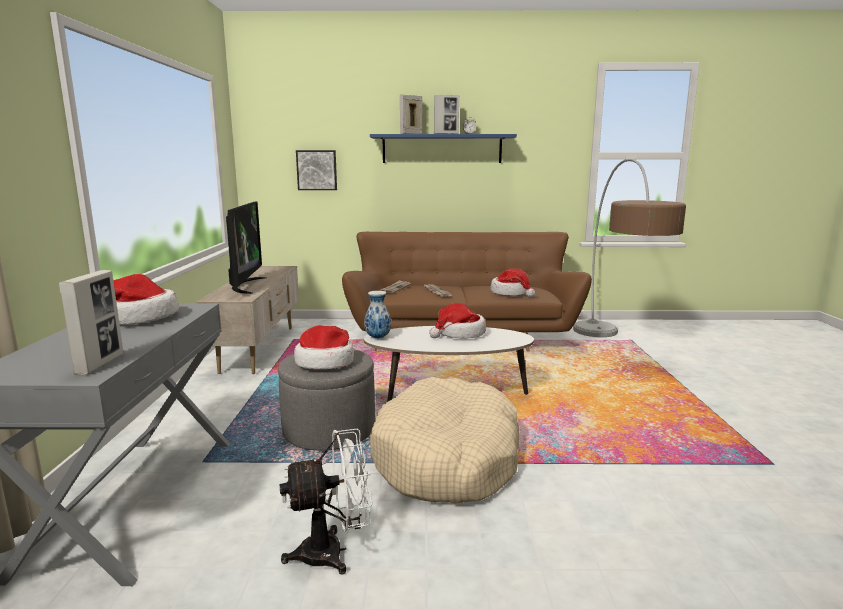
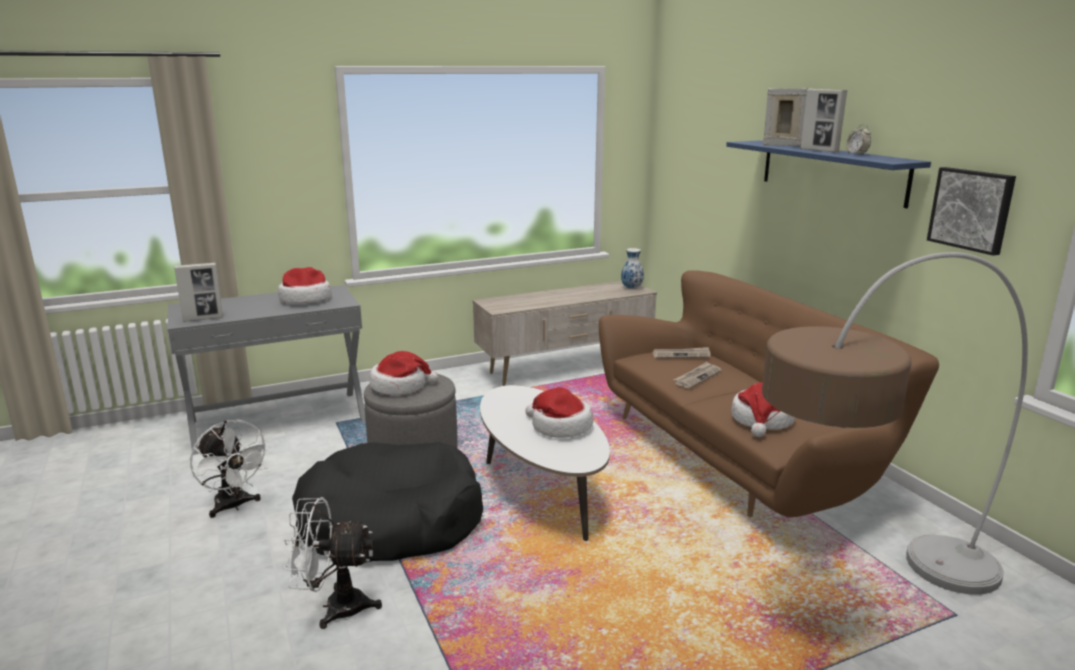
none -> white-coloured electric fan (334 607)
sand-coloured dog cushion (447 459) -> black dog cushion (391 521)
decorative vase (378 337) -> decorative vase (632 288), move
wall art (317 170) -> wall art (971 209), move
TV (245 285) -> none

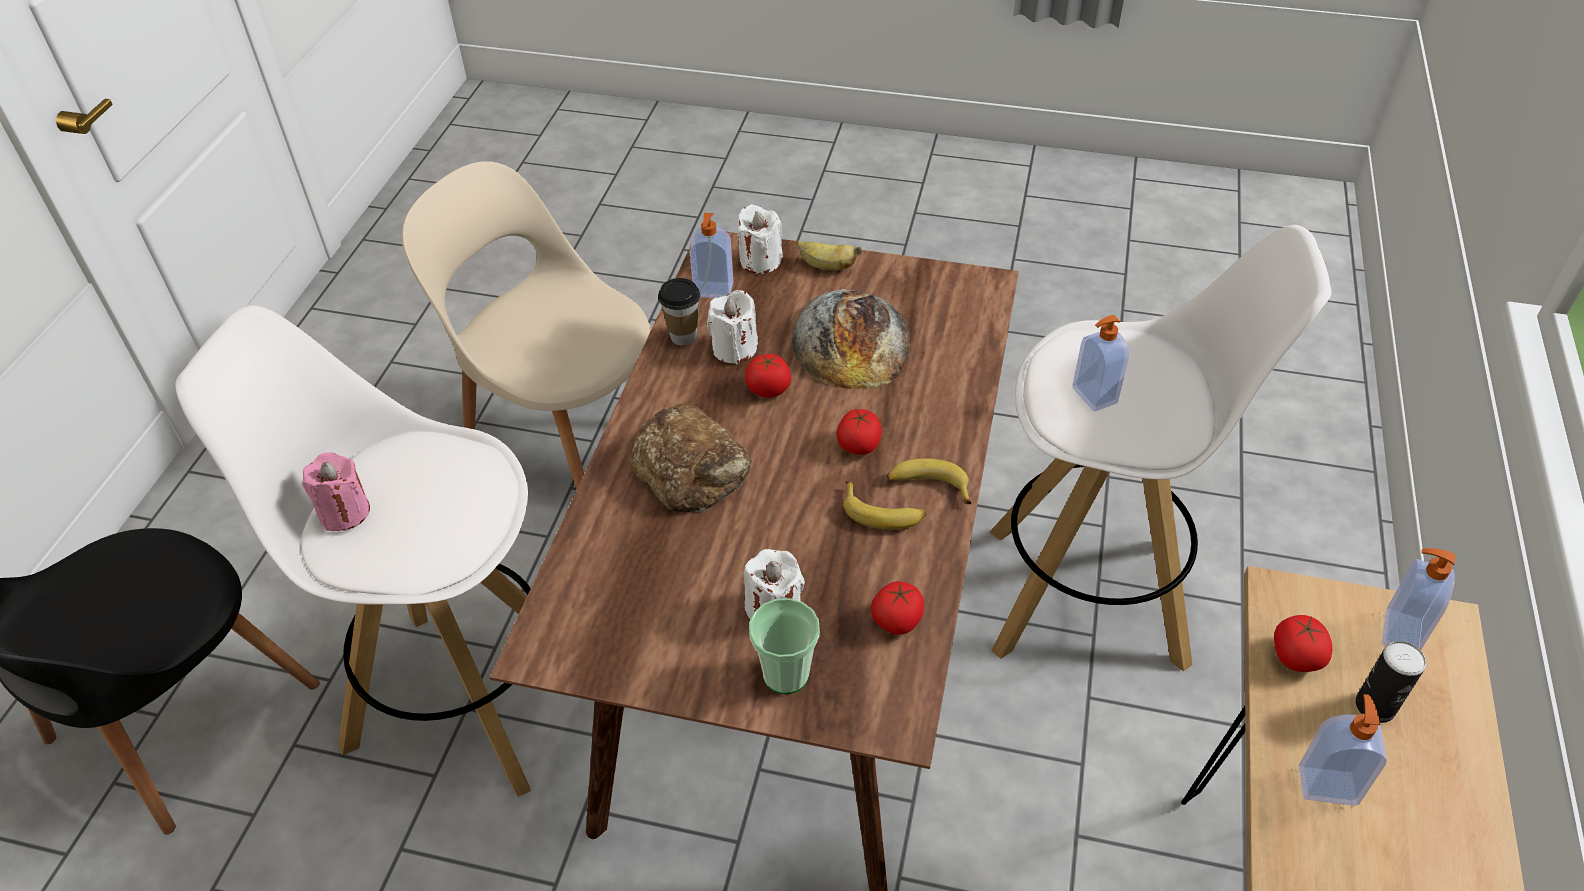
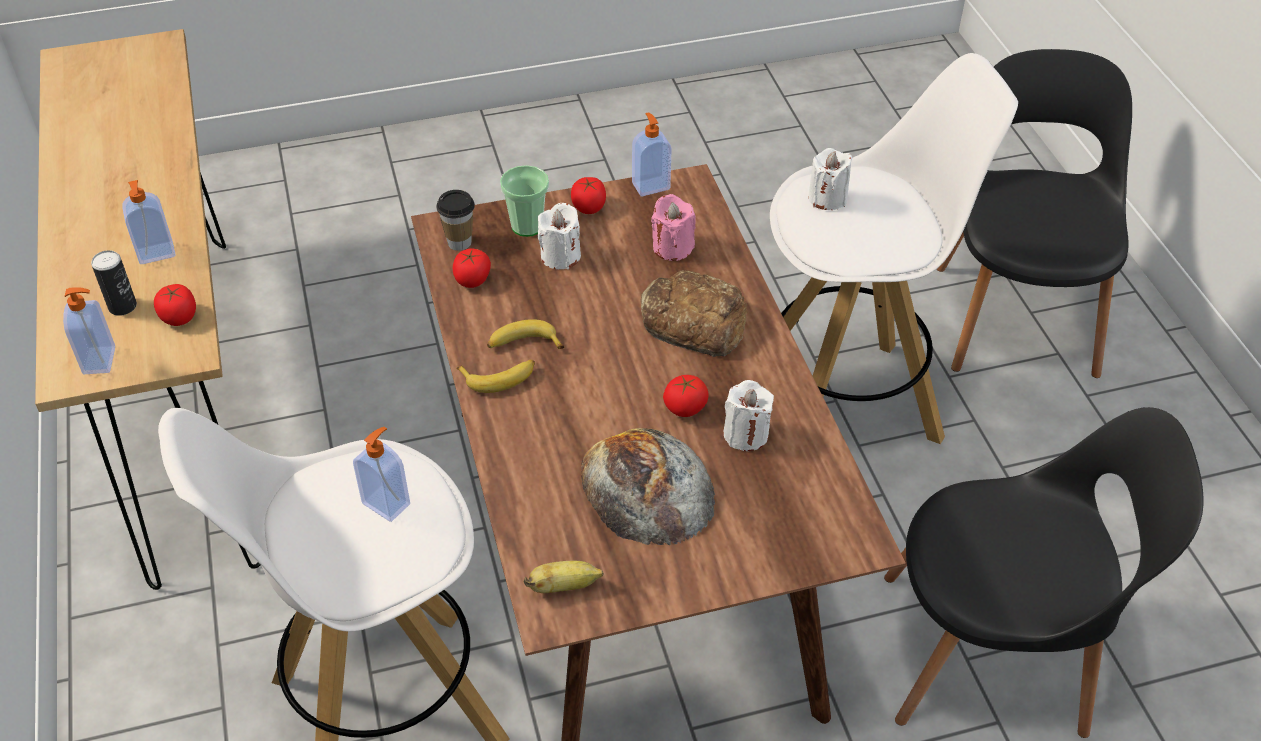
drinking cup (683 336) -> drinking cup (459 242), move
banana fruit (826 266) -> banana fruit (564 586), move
fresh tomato (859 445) -> fresh tomato (589 207), move
soap bottle (713 291) -> soap bottle (650 185), move
pink candle (344 512) -> pink candle (672 247), move
white-coloured candle (760 261) -> white-coloured candle (827 198), move
sand-coloured plain chair (568 435) -> black plain chair (994 653)

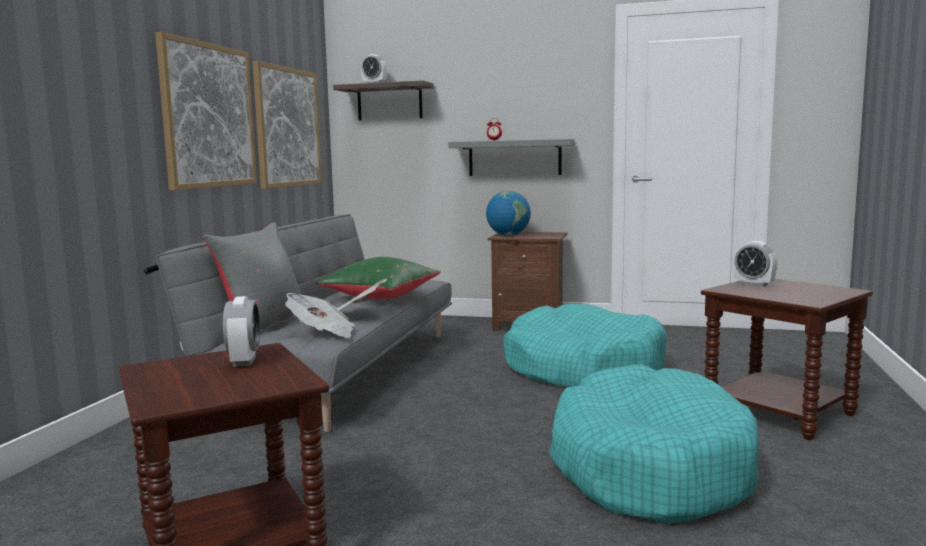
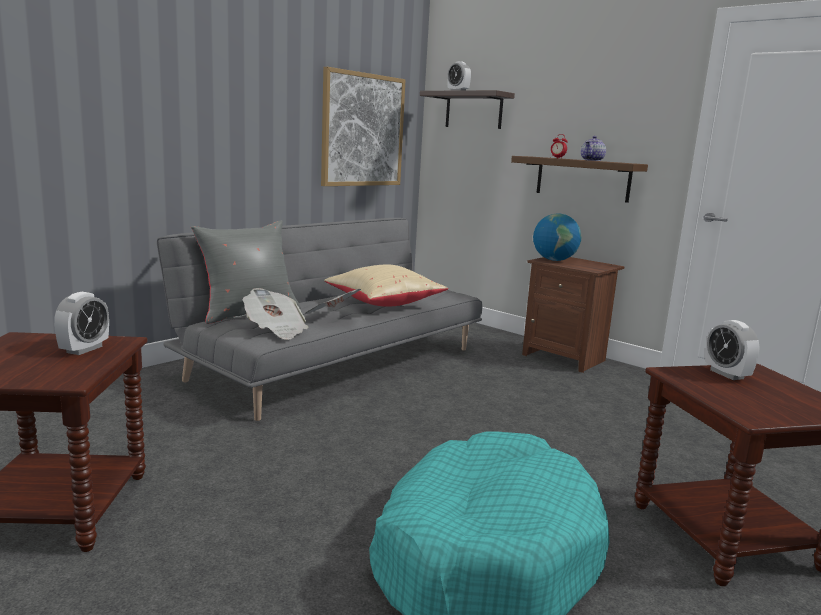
green-coloured cushion (379 297) -> sand-coloured cushion (383 303)
grey shelf (514 158) -> brown-coloured shelf (582 178)
none -> pot for tea (592 160)
wall art (208 116) -> none
turquoise-coloured dog cushion (583 370) -> none

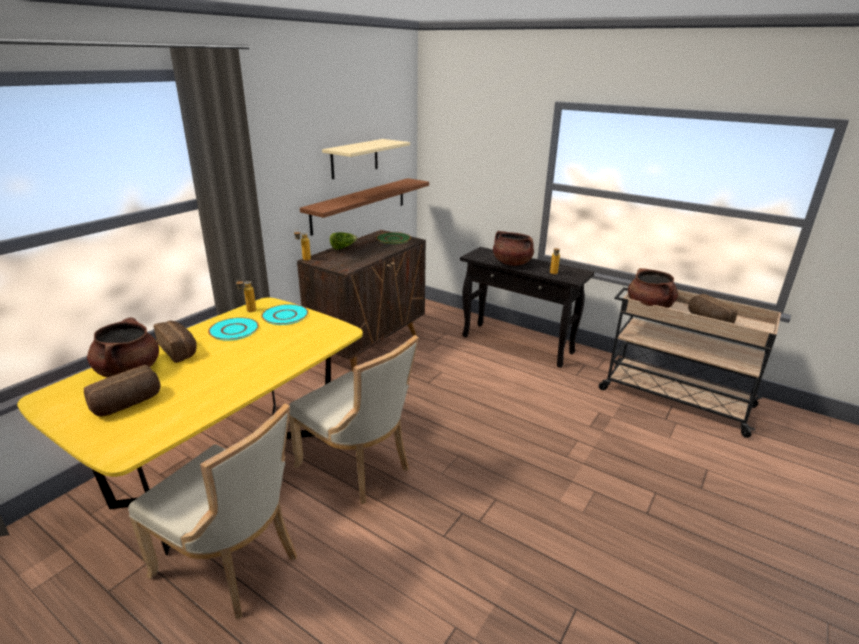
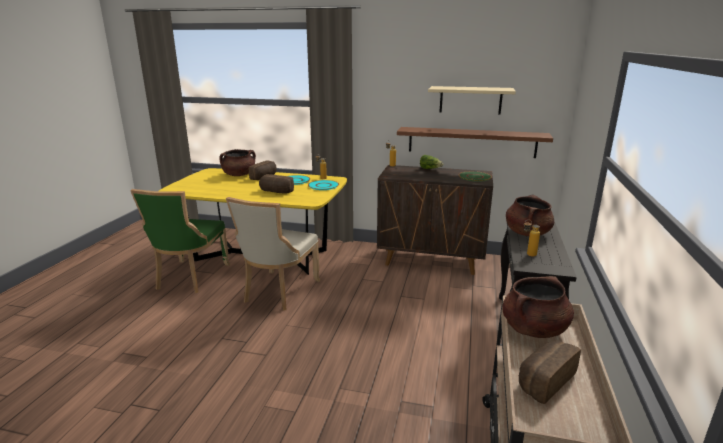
sand-coloured plain chair (232 564) -> green-coloured plain chair (190 278)
bakery bread (128 404) -> bakery bread (276 192), move

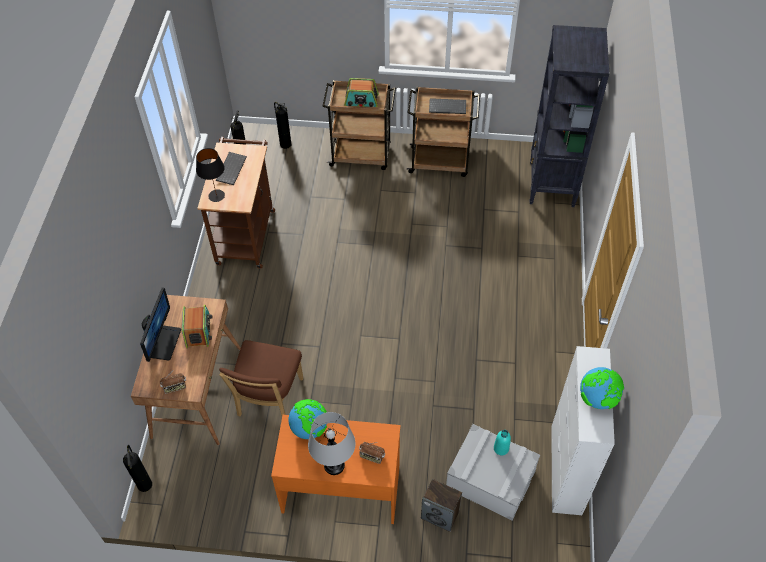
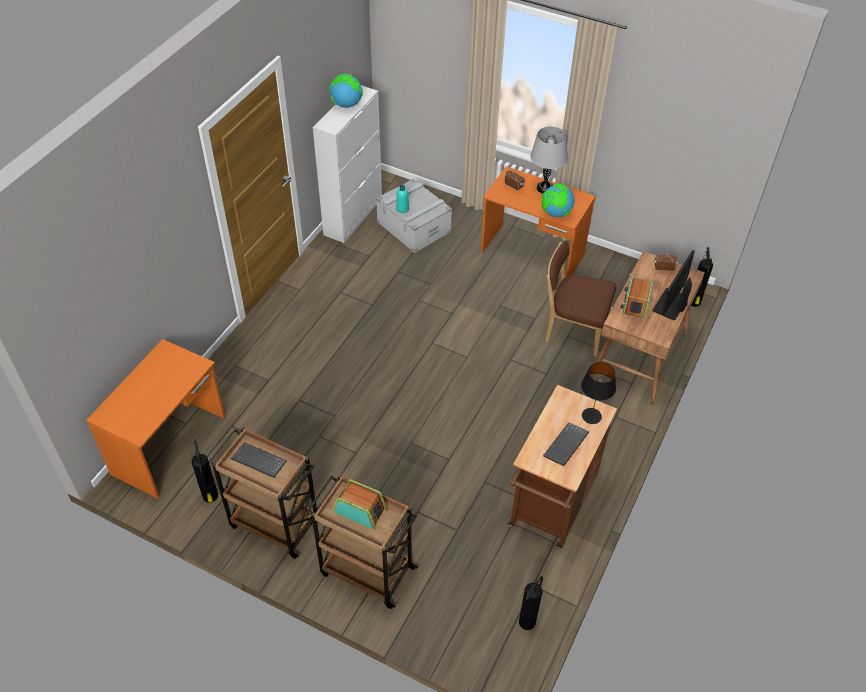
black bookshelf (551 185) -> orange-coloured desk unit (170 445)
extinguisher (285 144) -> extinguisher (210 497), move
brown-coloured plain chair (268 400) -> brown-coloured plain chair (572 330), 105 degrees counterclockwise
speaker (440 515) -> none

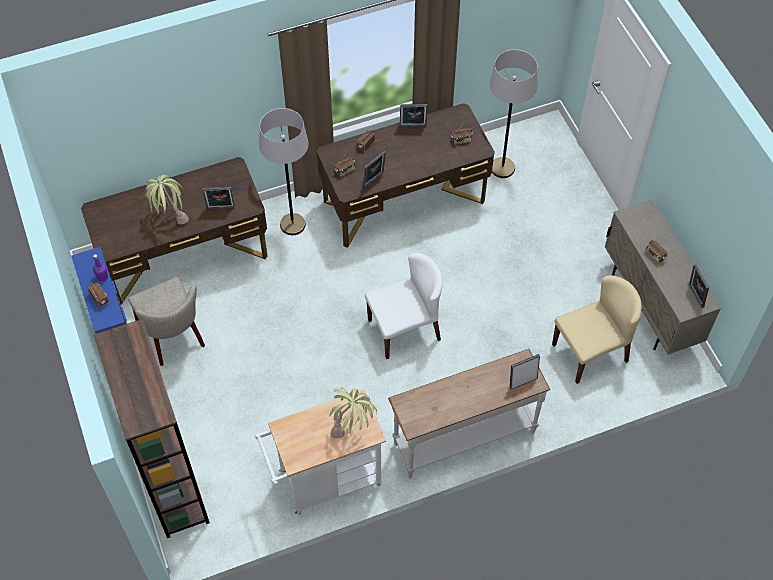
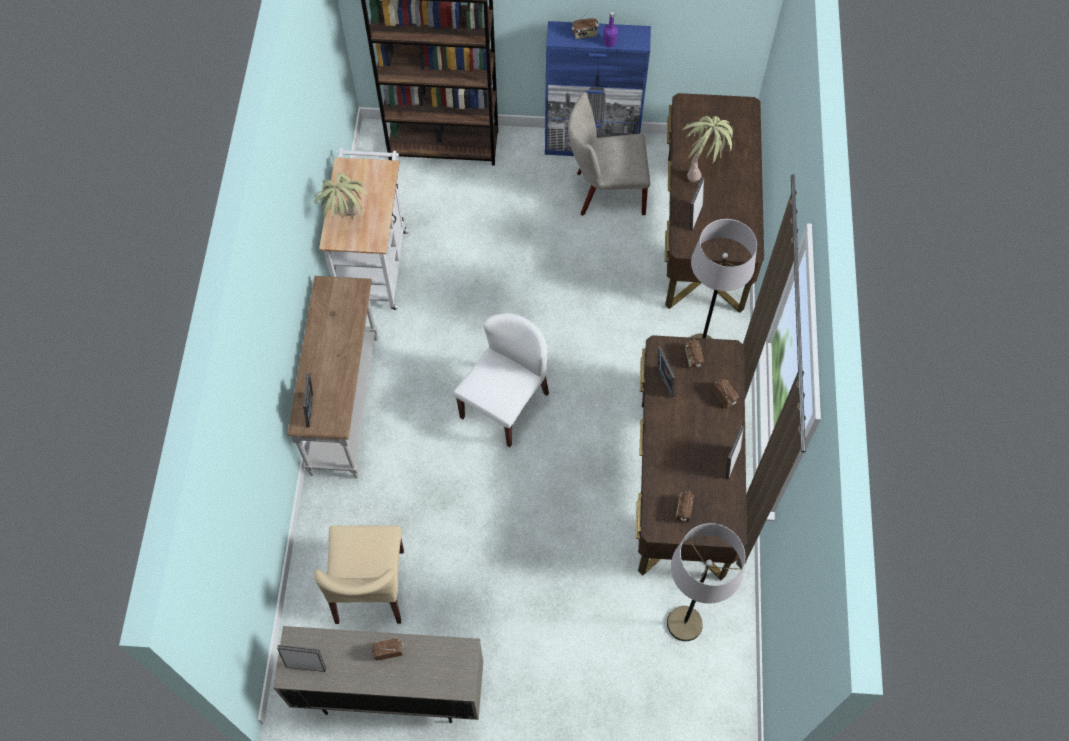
white-coloured plain chair (404 329) -> white-coloured plain chair (504 404), 150 degrees counterclockwise

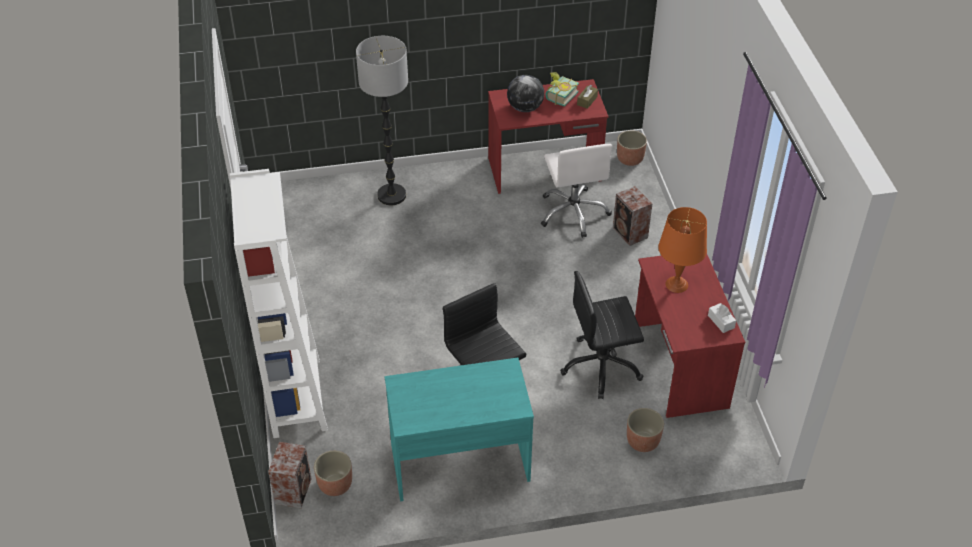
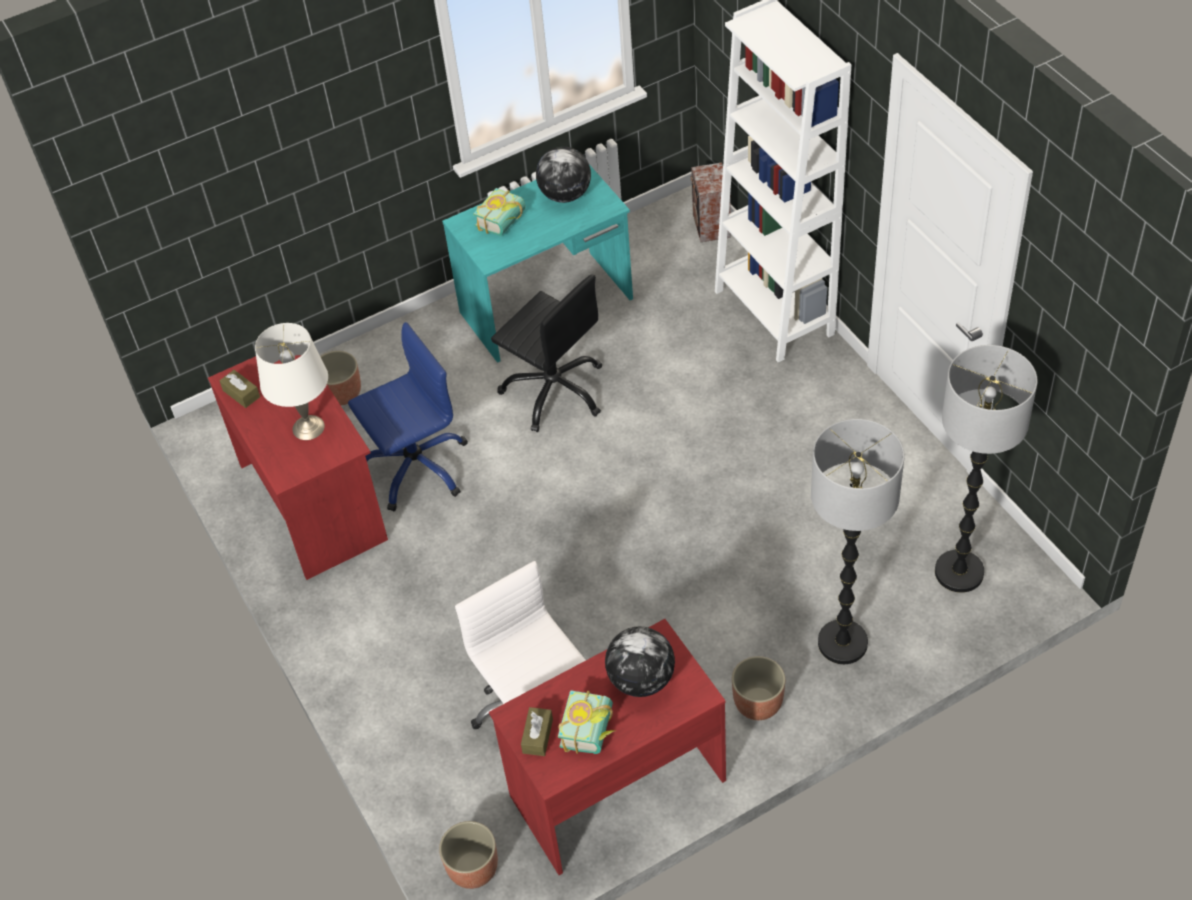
white-coloured box of tissues (721 321) -> brown-coloured box of tissues (241 394)
orange-coloured tabletop lamp (676 284) -> white-coloured tabletop lamp (309 427)
black computer chair (601 367) -> blue-coloured computer chair (416 467)
none -> book (505 223)
none -> globe (565 195)
plant pot (335 484) -> plant pot (758 703), move
none -> floor lamp (959 572)
speaker (630 233) -> none

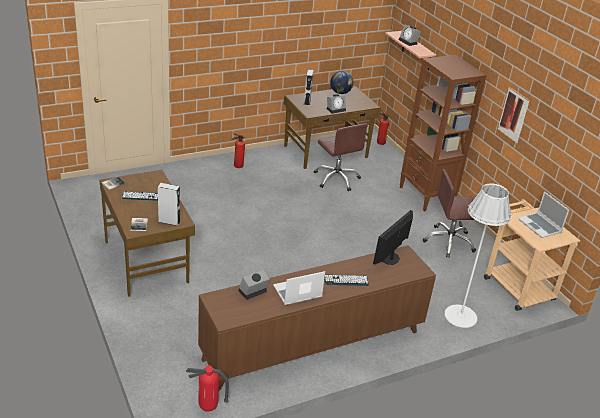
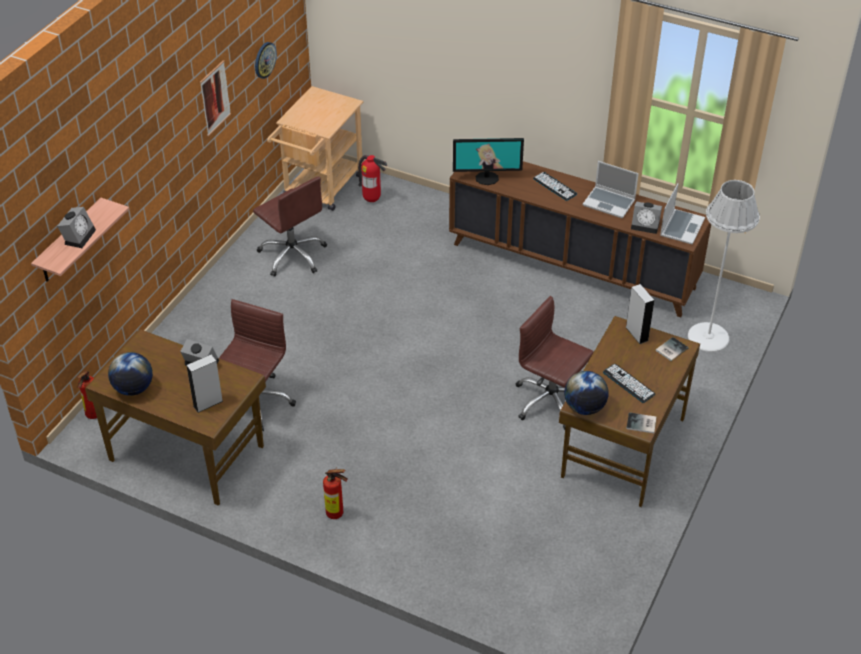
none -> clock on the wall (264 60)
extinguisher (208 408) -> extinguisher (372 200), move
none -> brown-coloured computer chair (550 401)
none -> globe (584 408)
notebook computer (540 226) -> notebook computer (681 227), move
white-coloured floor lamp (460 316) -> white-coloured floor lamp (708 337), move
brown-coloured bookshelf (426 196) -> none

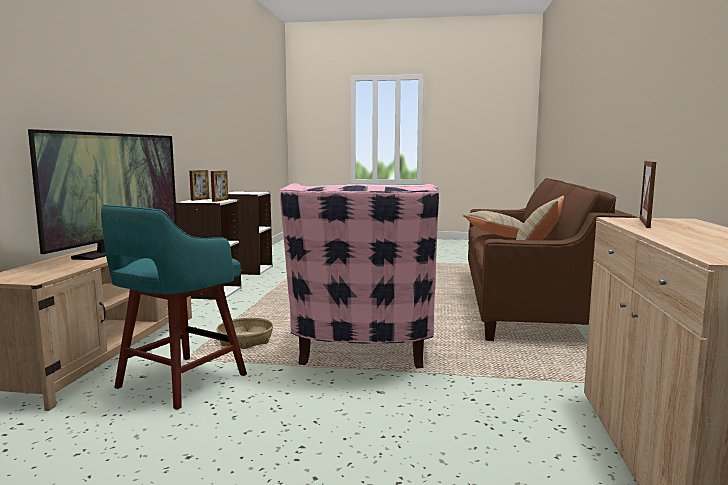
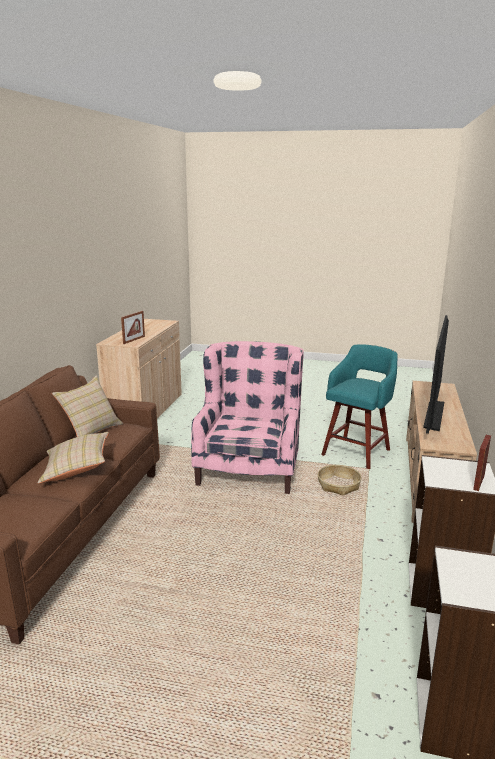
picture frame (220 200) -> none

